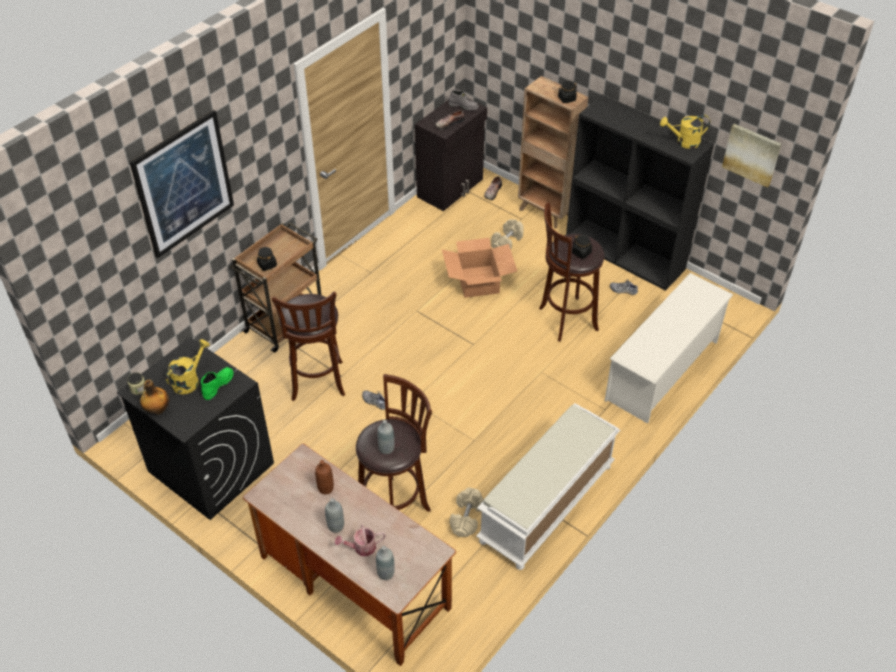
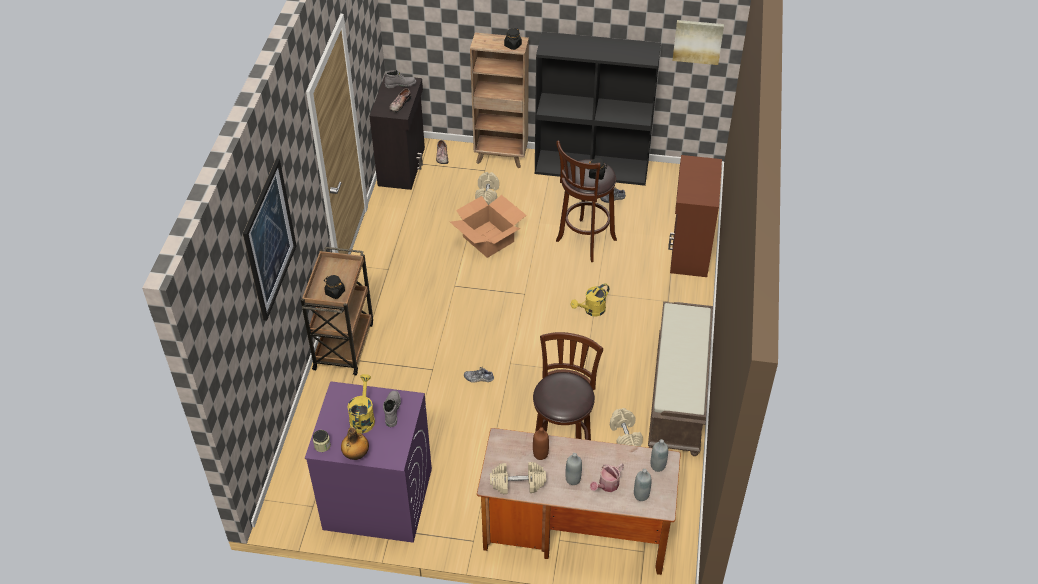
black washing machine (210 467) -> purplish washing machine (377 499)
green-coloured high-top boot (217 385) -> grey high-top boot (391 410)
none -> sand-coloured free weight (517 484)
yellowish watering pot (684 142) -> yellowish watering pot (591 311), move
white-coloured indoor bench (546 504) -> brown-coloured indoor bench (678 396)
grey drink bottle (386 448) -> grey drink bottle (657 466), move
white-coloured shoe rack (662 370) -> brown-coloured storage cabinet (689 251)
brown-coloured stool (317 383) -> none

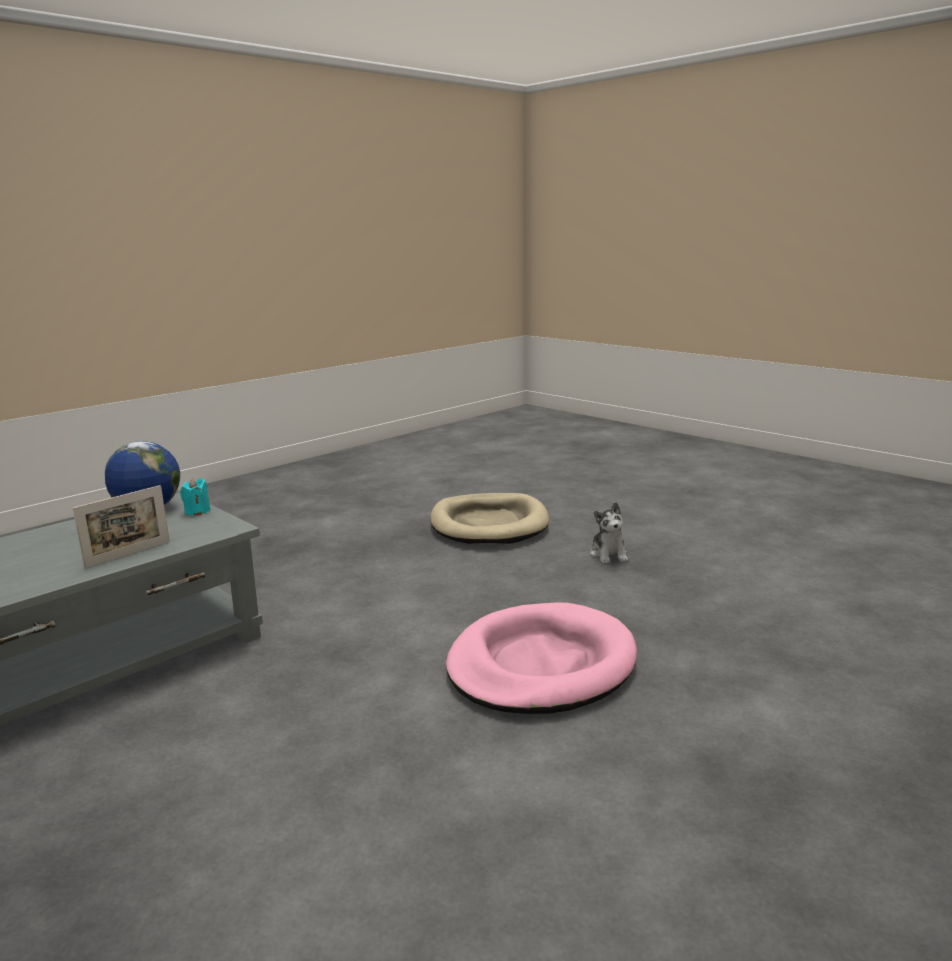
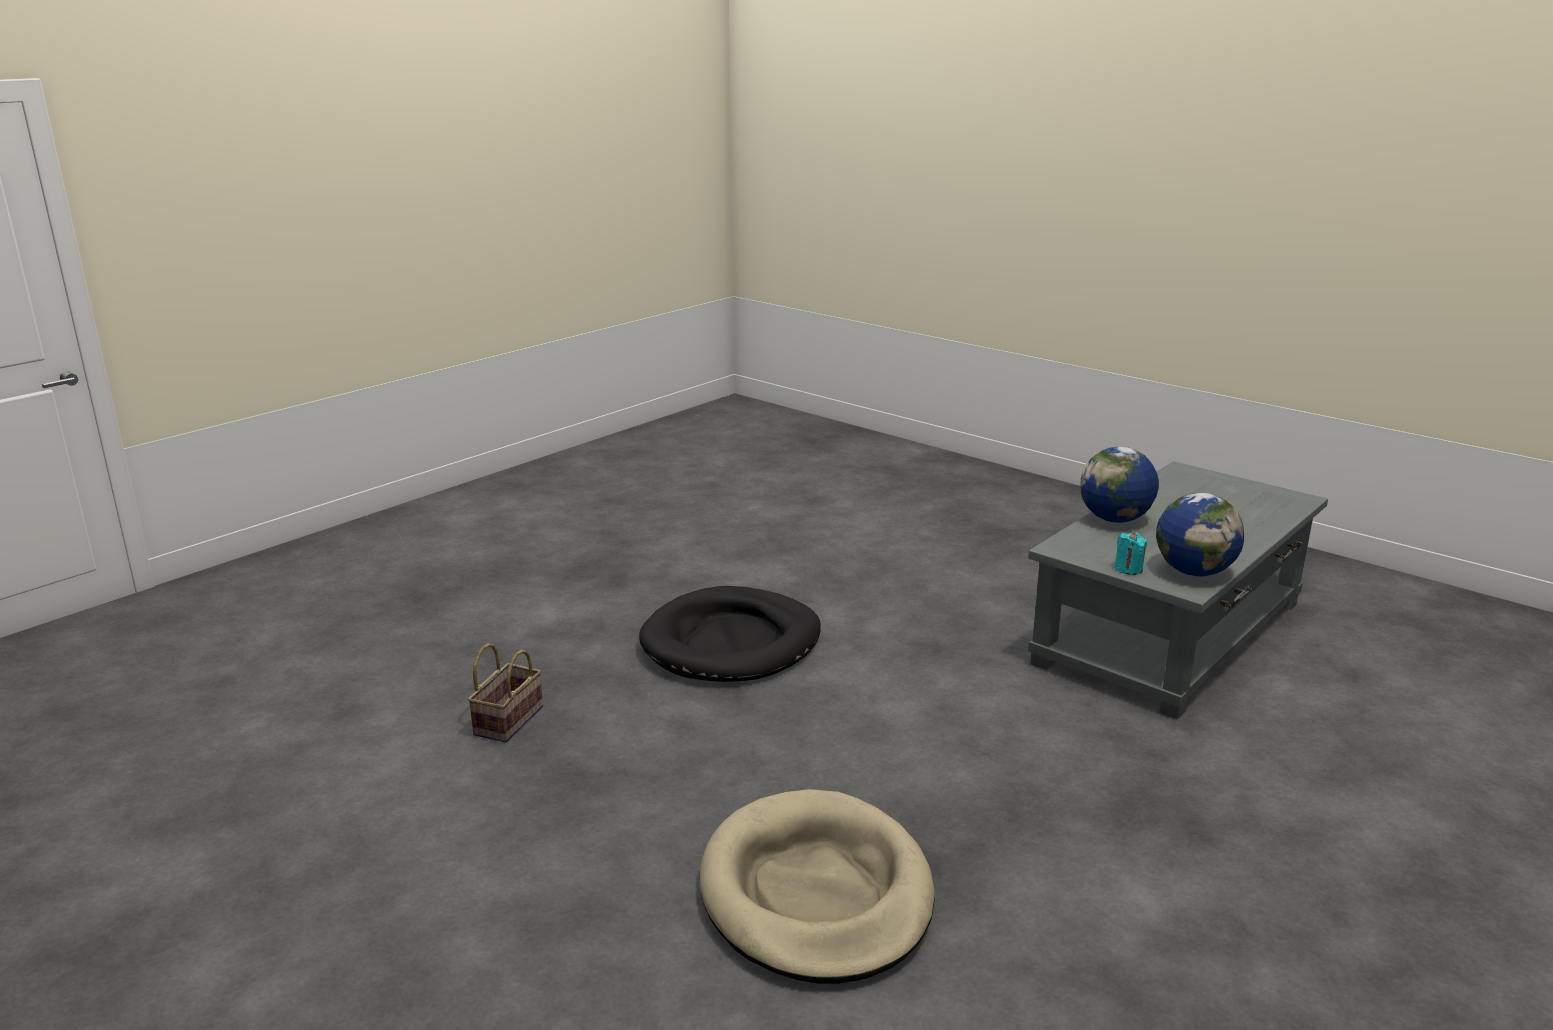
none -> household basket (508 719)
pink dog cushion (541 665) -> black dog cushion (732 642)
picture frame (128 554) -> globe (1115 519)
plush toy (608 554) -> none

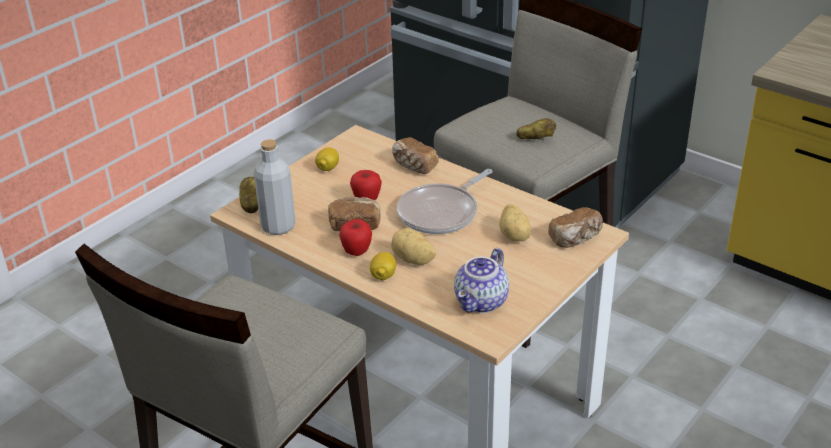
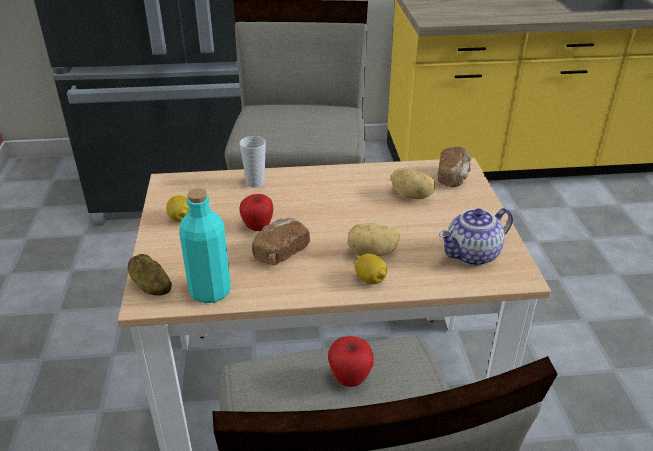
grey drink bottle (278 226) -> turquoise-coloured drink bottle (210 291)
bakery bread (414 166) -> drinking cup (255 183)
apple (356 252) -> apple (350 378), move
pot for tea (482 302) -> pot for tea (473 255), 75 degrees clockwise
skillet (441 213) -> none
whole potato (536 139) -> none

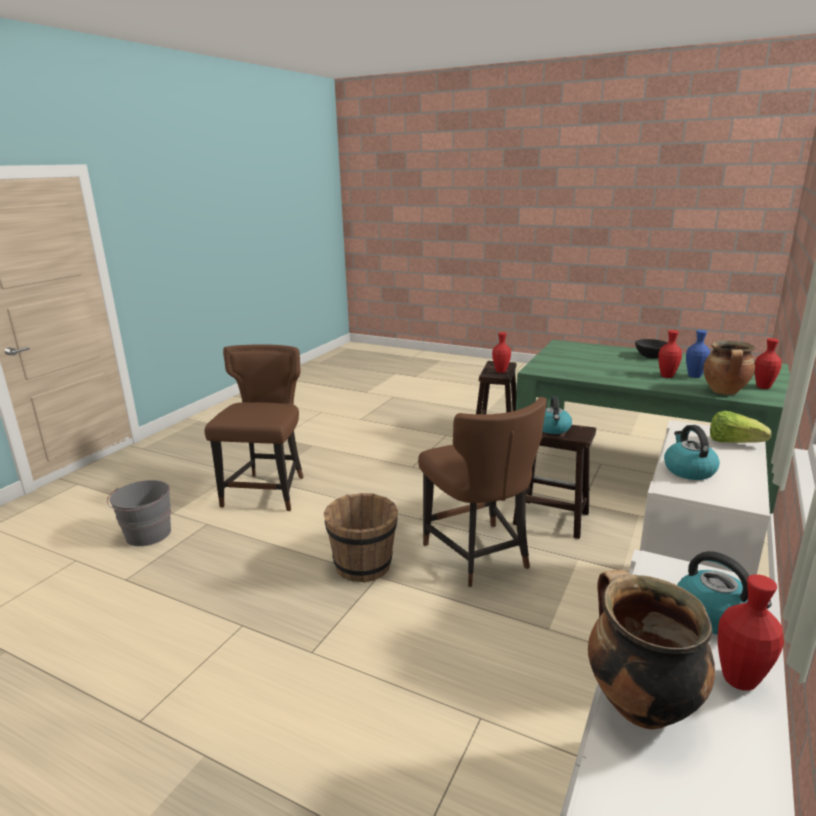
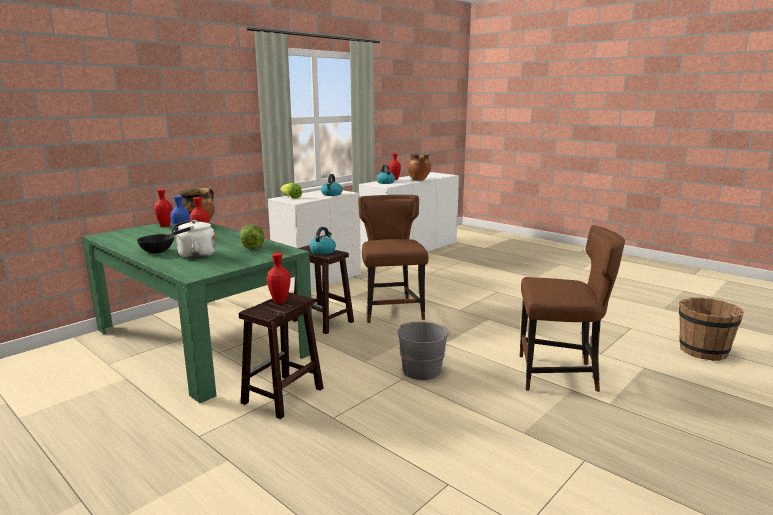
none -> white-coloured tea kettle (194 255)
none -> head of lettuce (252 247)
grey water bucket (148 534) -> grey water bucket (422 370), move
brown-coloured plain chair (267 491) -> brown-coloured plain chair (559 375), 105 degrees counterclockwise
brown-coloured water bucket (364 566) -> brown-coloured water bucket (702 351), move

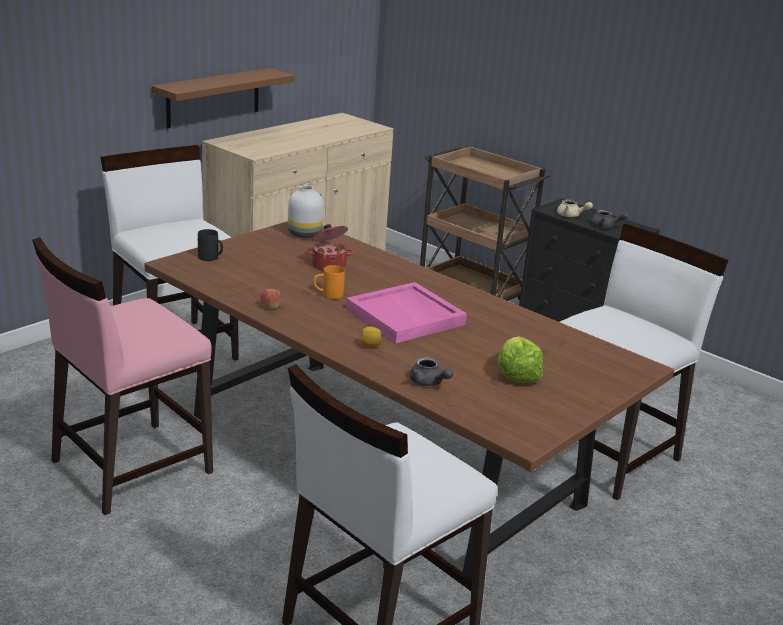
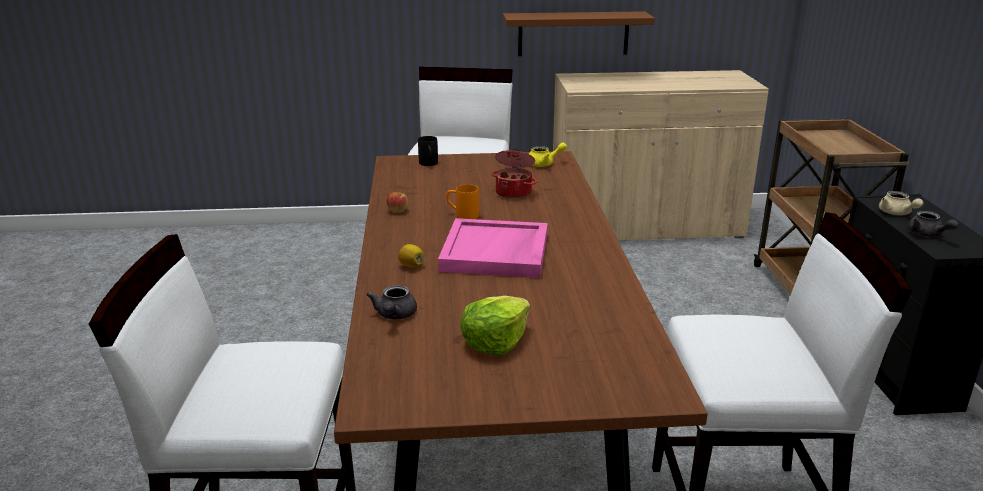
white-coloured decorative vase (304 234) -> yellowish pot for tea (544 164)
pink plain chair (129 466) -> none

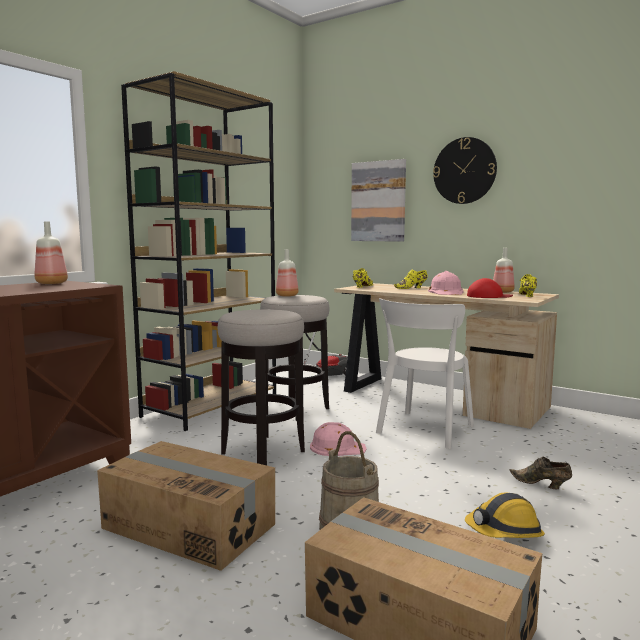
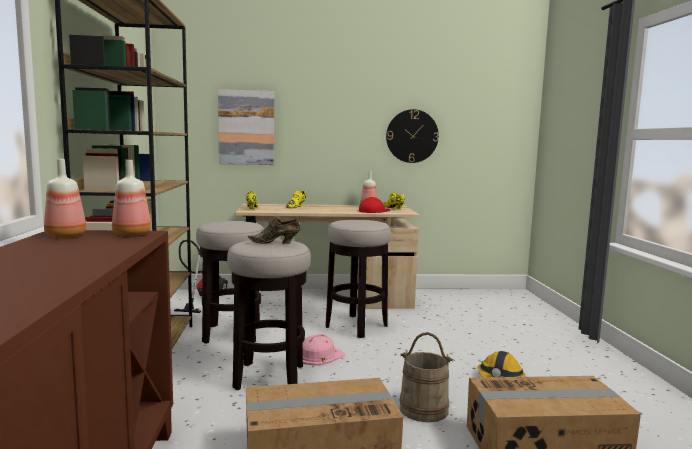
drink bottle (286 295) -> drink bottle (130 234), move
brown-coloured low shoe (541 484) -> brown-coloured low shoe (276 243), move
white-coloured plain chair (423 430) -> stool (356 326)
clock on the wall (464 171) -> clock on the wall (412 136), move
pink safety helmet (446 292) -> none

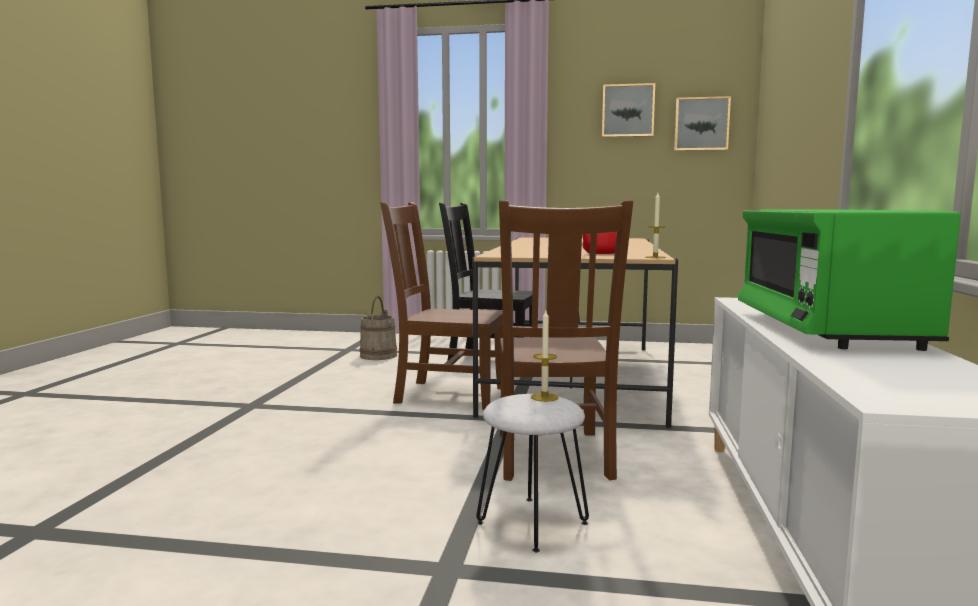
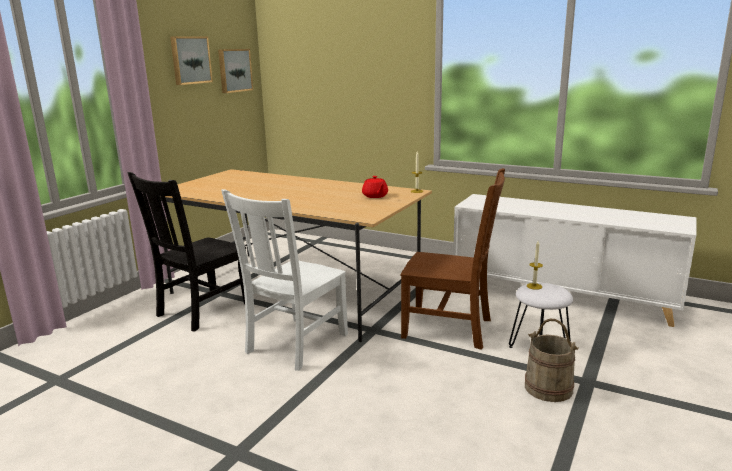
brown-coloured plain chair (446 394) -> white-coloured plain chair (295 344)
sand-coloured water bucket (378 355) -> sand-coloured water bucket (548 388), move
green-coloured microwave oven (826 329) -> none

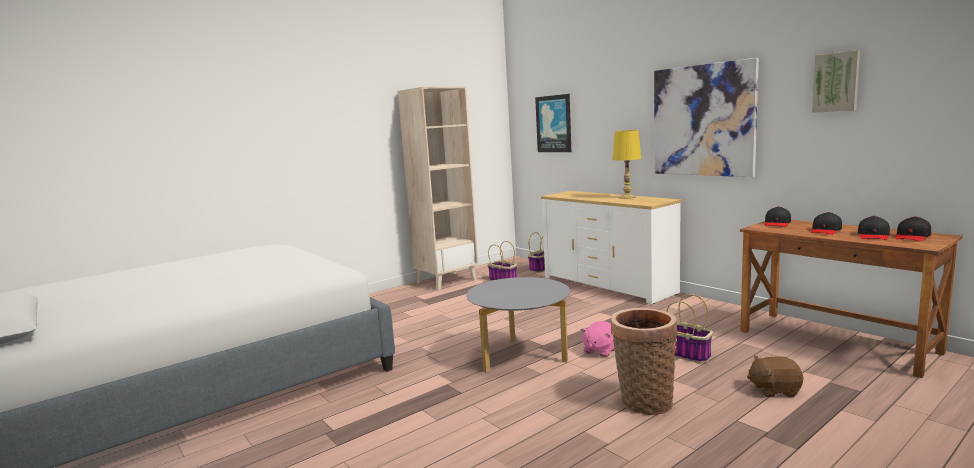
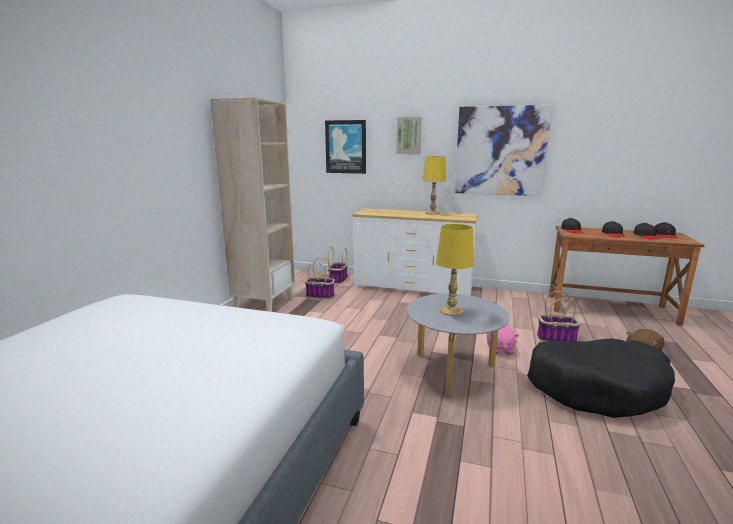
wall art (836 82) -> wall art (409 135), move
none -> yellowish tabletop lamp (451 311)
household basket (643 401) -> black dog cushion (596 387)

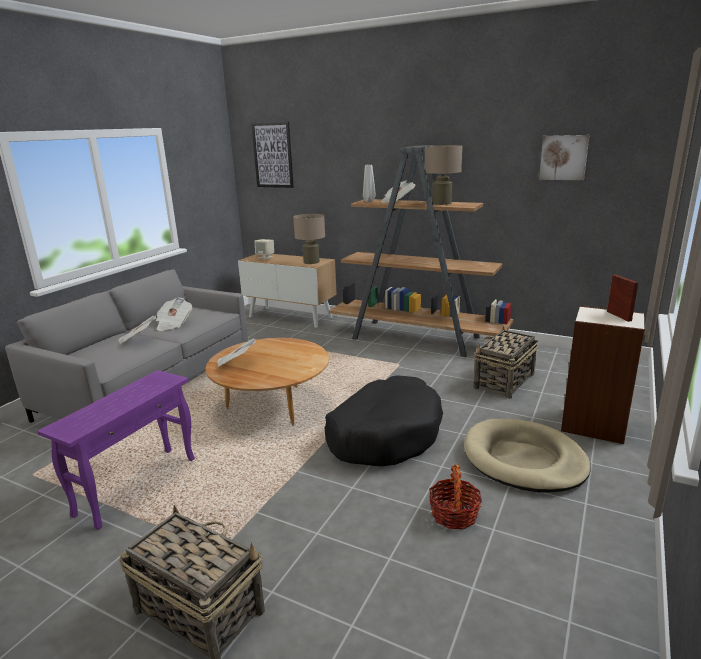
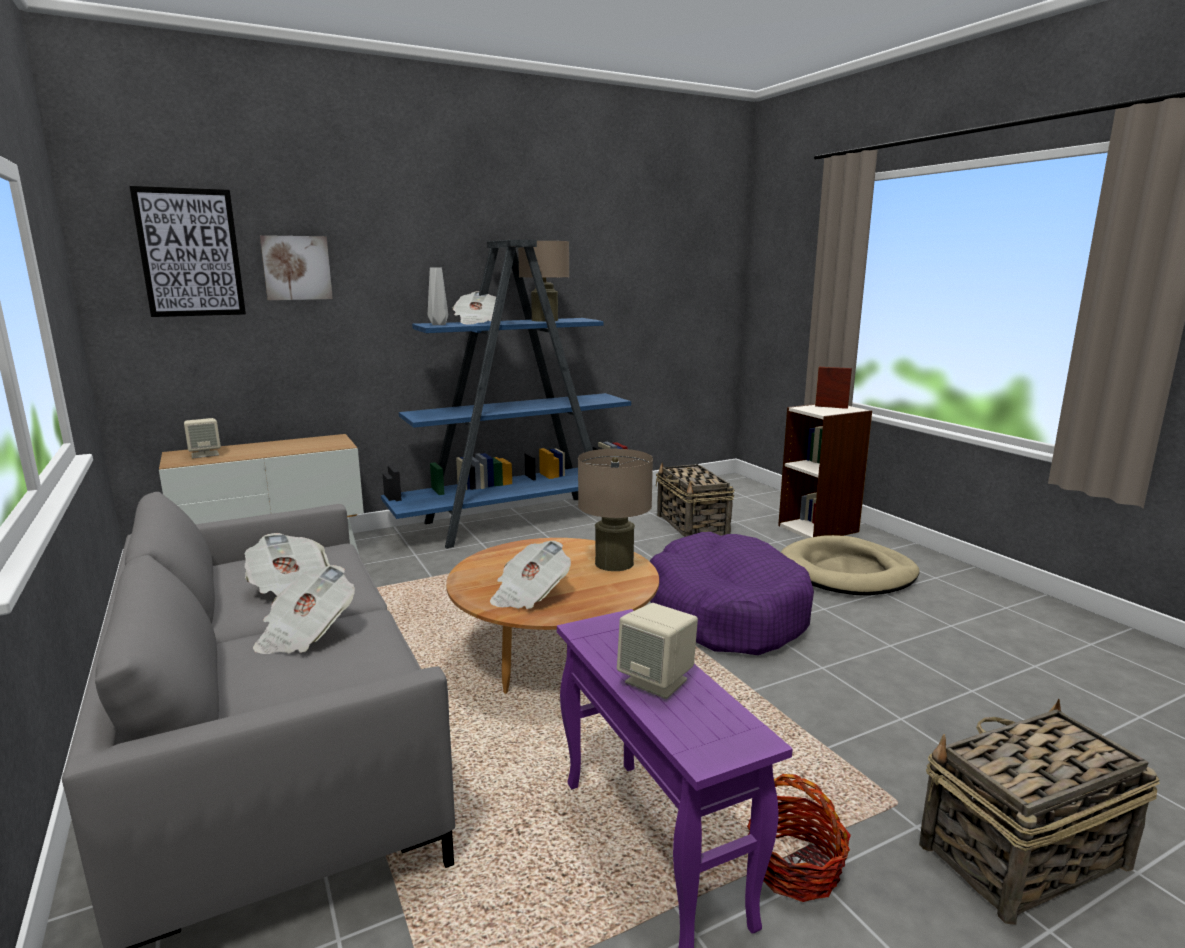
wall art (563 157) -> wall art (296 268), move
brown-coloured bookshelf (417 338) -> blue-coloured bookshelf (521 520)
sand-coloured tabletop lamp (311 262) -> sand-coloured tabletop lamp (614 563), move
none -> sand-coloured speaker (657 681)
black dog cushion (384 434) -> purplish dog cushion (726 613)
household basket (454 514) -> household basket (795 868), move

